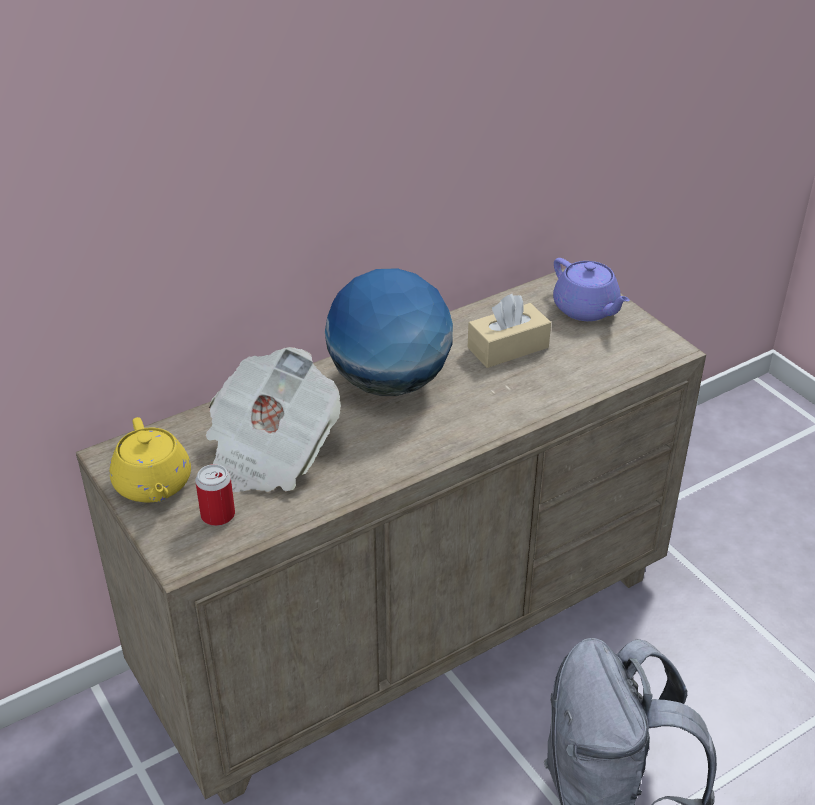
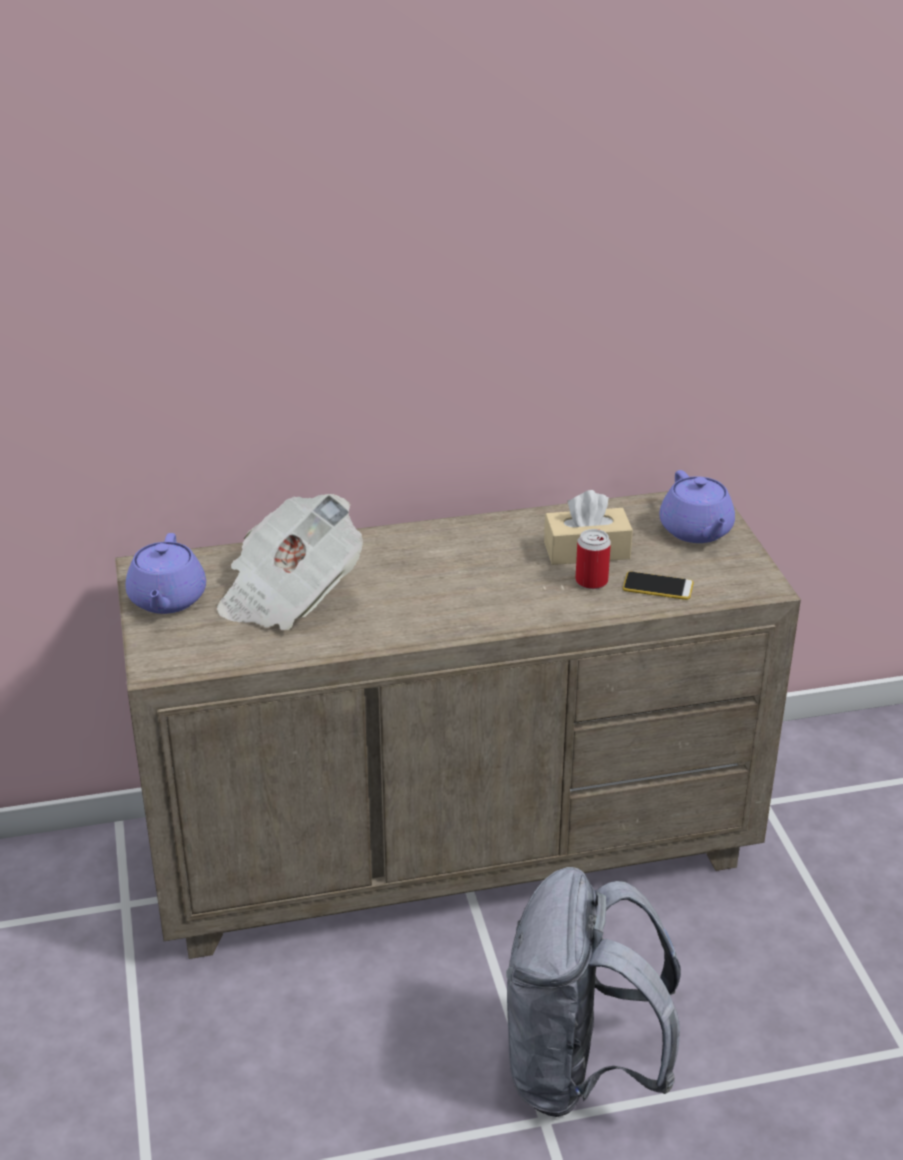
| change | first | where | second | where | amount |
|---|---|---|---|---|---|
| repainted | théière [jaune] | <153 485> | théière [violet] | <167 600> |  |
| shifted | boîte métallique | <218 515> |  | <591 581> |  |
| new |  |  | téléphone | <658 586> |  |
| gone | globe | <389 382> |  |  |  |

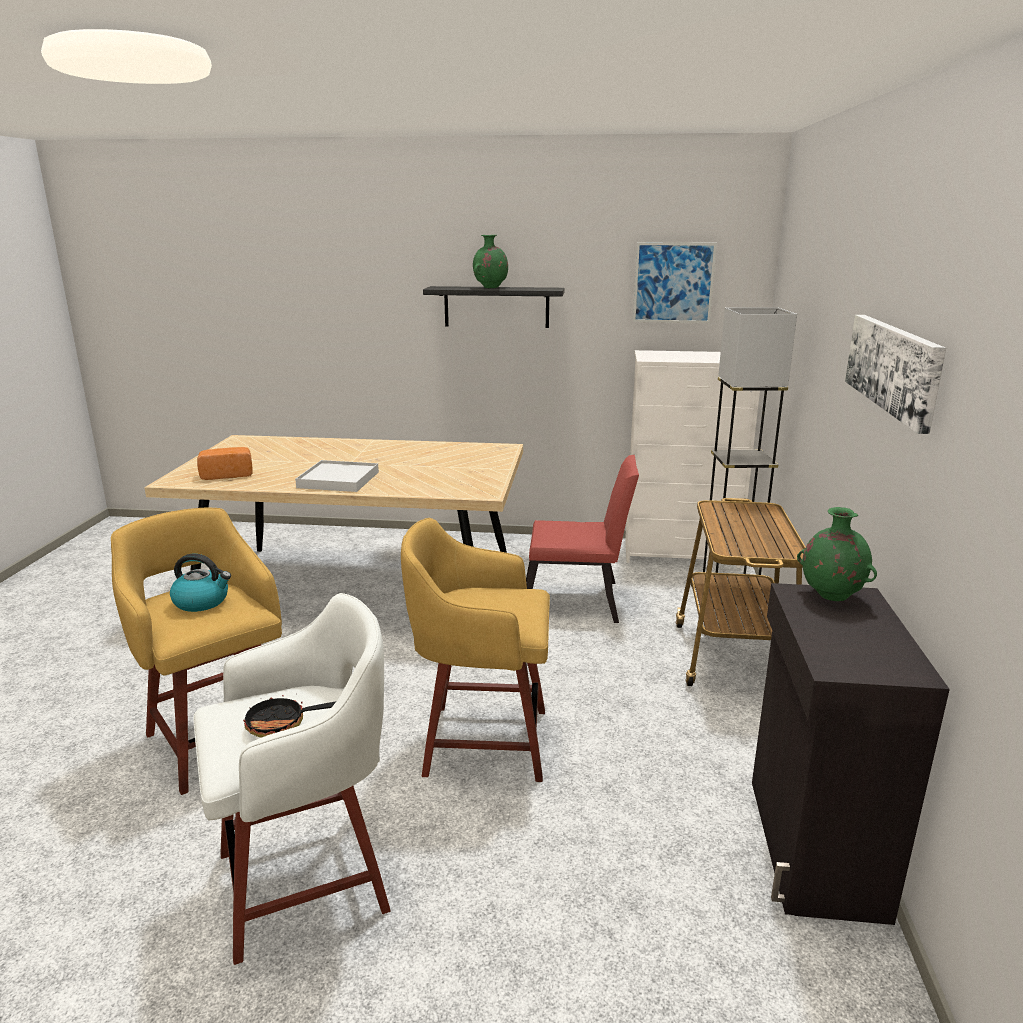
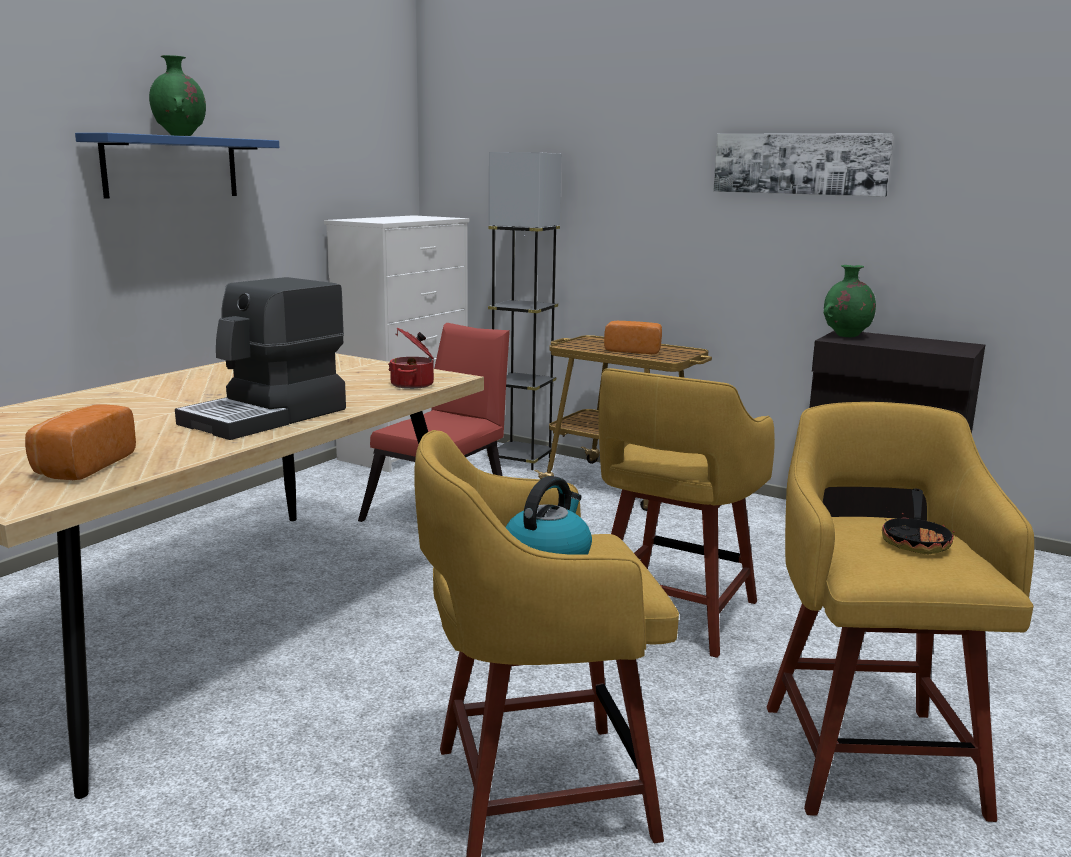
| change | first | where | second | where | amount |
|---|---|---|---|---|---|
| repainted | étagère [noir] | <496 307> | étagère [bleu] | <171 167> |  |
| swapped | plateau [blanc] | <338 480> | machine à café | <267 416> |  |
| new |  |  | marmite | <413 384> |  |
| new |  |  | pain | <633 350> |  |
| repainted | tabouret [blanc] | <309 880> | tabouret [jaune] | <869 754> |  |
| gone | tableau | <673 283> |  |  |  |

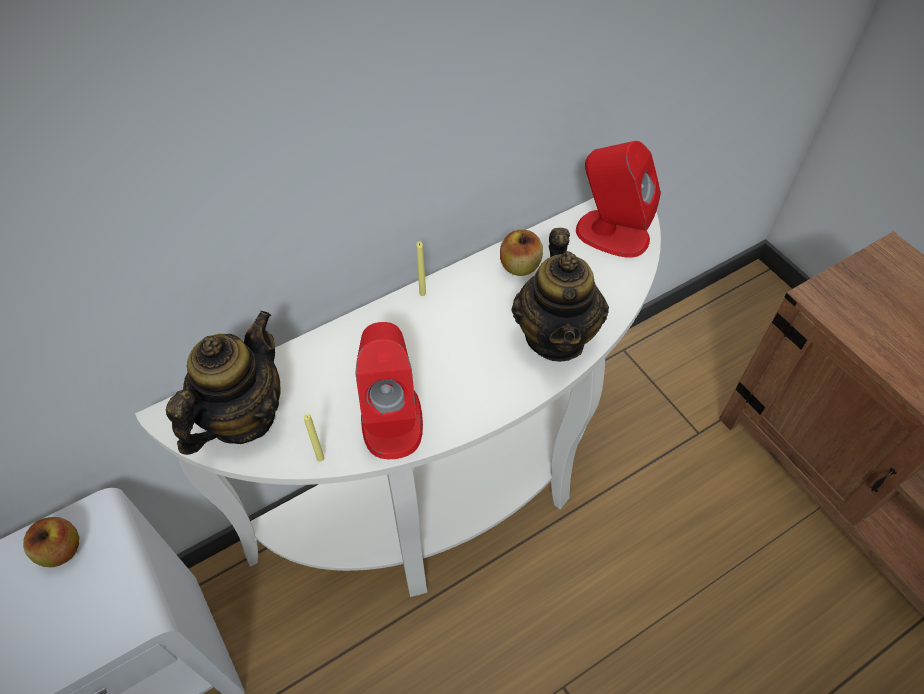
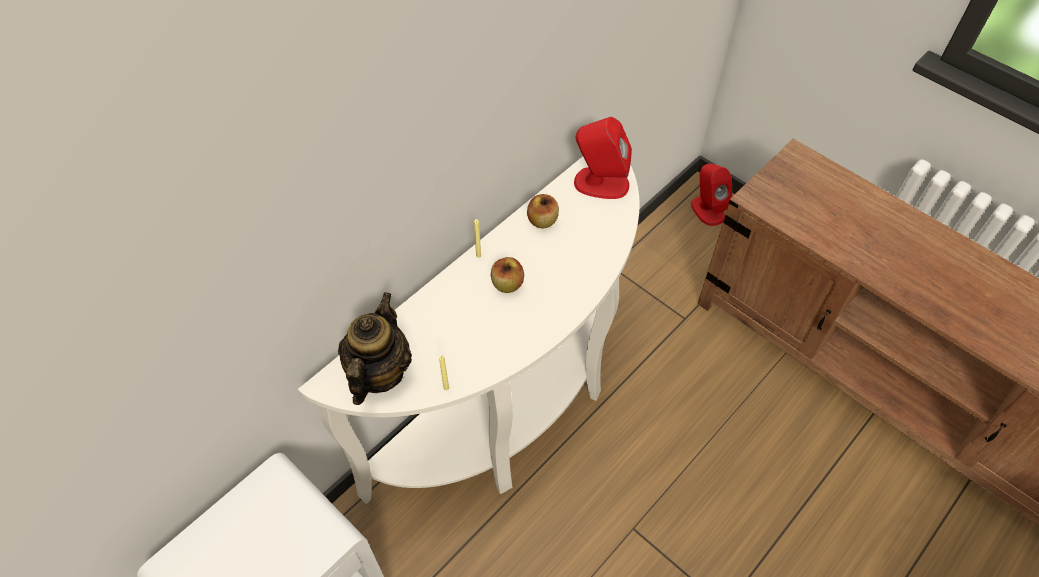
| change | first | where | second | where | amount |
|---|---|---|---|---|---|
| shifted | pomme | <61 550> |  | <507 284> |  |
| shifted | enceinte [rouge] | <391 418> |  | <707 210> |  |
| gone | théière | <556 336> |  |  |  |

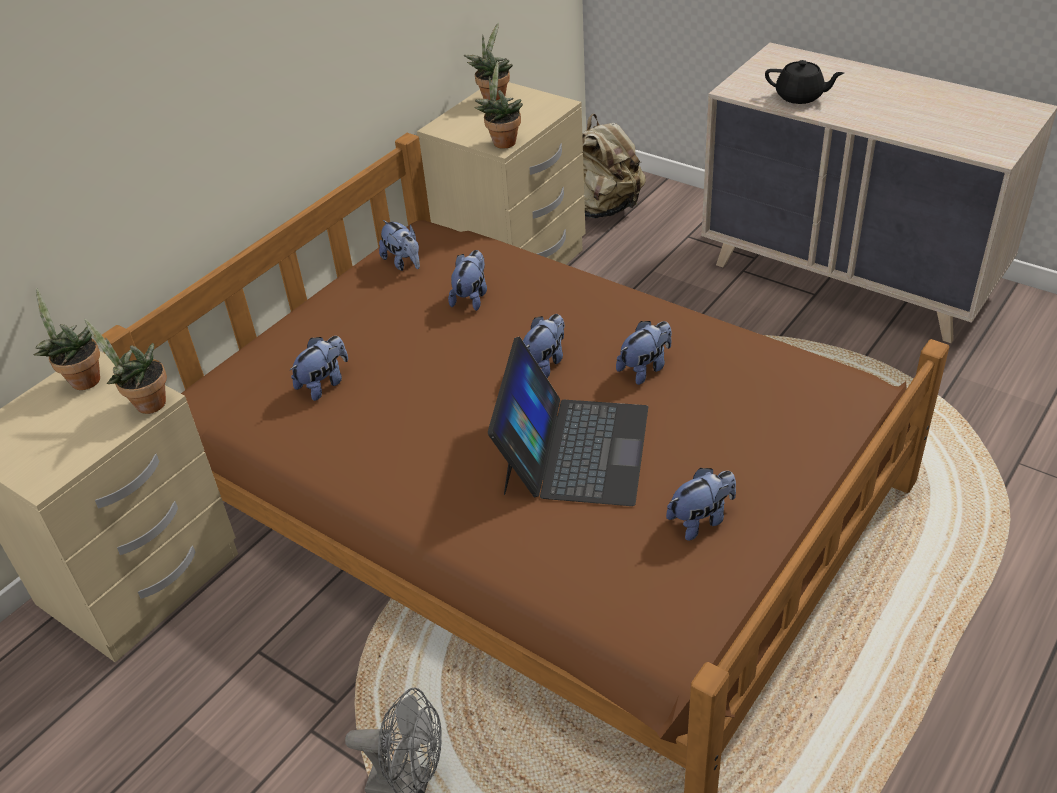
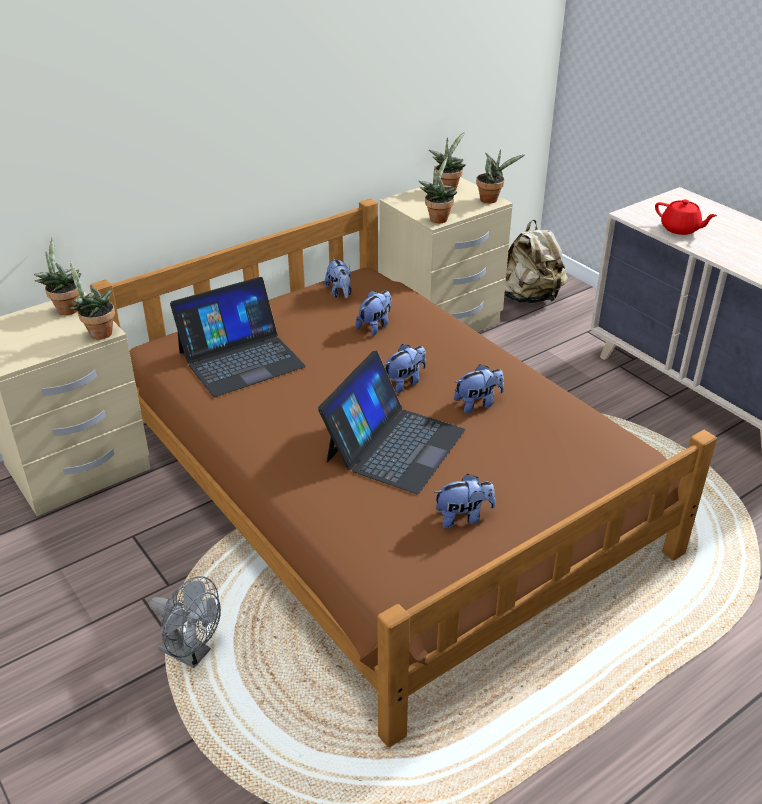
| change | first | where | second | where | amount |
|---|---|---|---|---|---|
| swapped | peluche | <324 384> | ordinateur portable | <241 359> |  |
| new |  |  | plante en pot | <491 199> |  |
| repainted | théière [noir] | <800 97> | théière [rouge] | <680 229> |  |

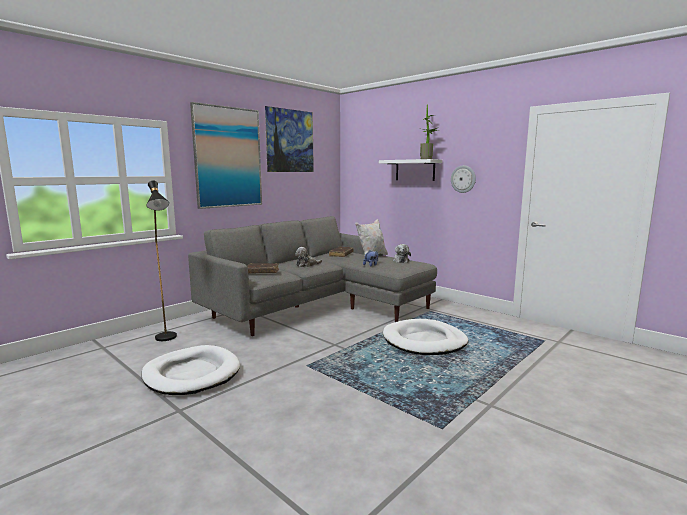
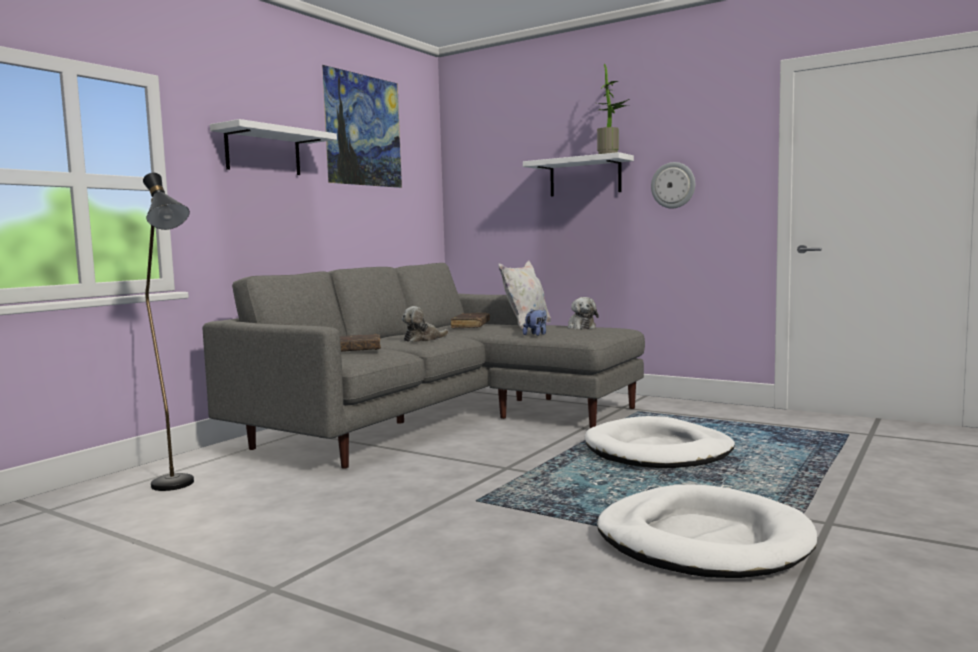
| change | first | where | second | where | amount |
|---|---|---|---|---|---|
| swapped | tableau | <228 157> | étagère [blanc] | <263 151> |  |
| shifted | panier pour chien [blanc] | <192 374> |  | <702 540> |  |

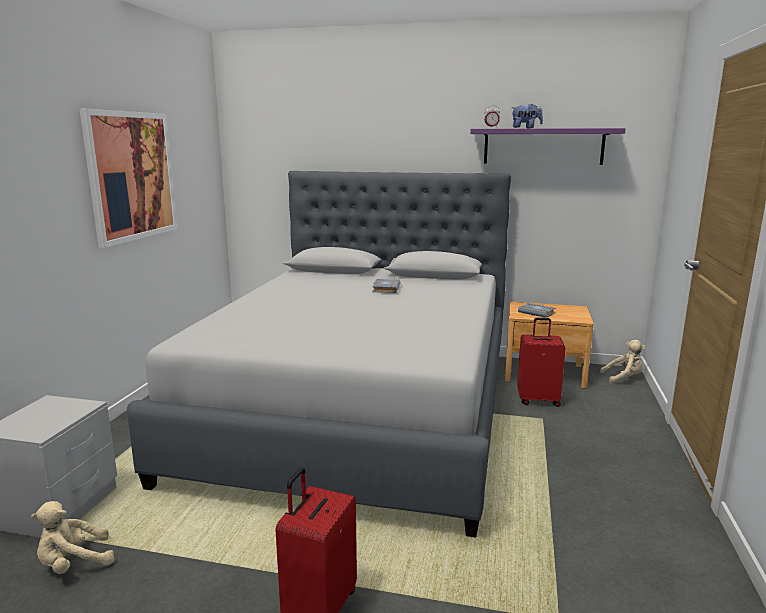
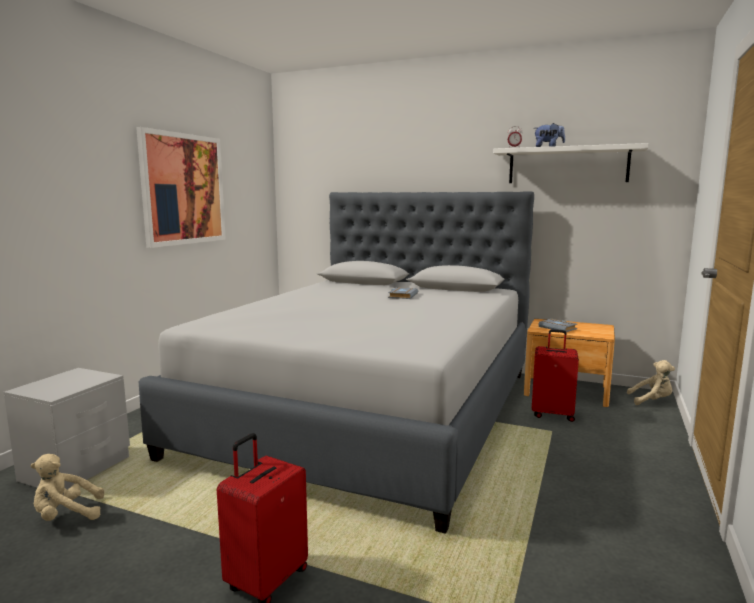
| change | first | where | second | where | amount |
|---|---|---|---|---|---|
| repainted | étagère [violet] | <543 146> | étagère [blanc] | <567 165> |  |

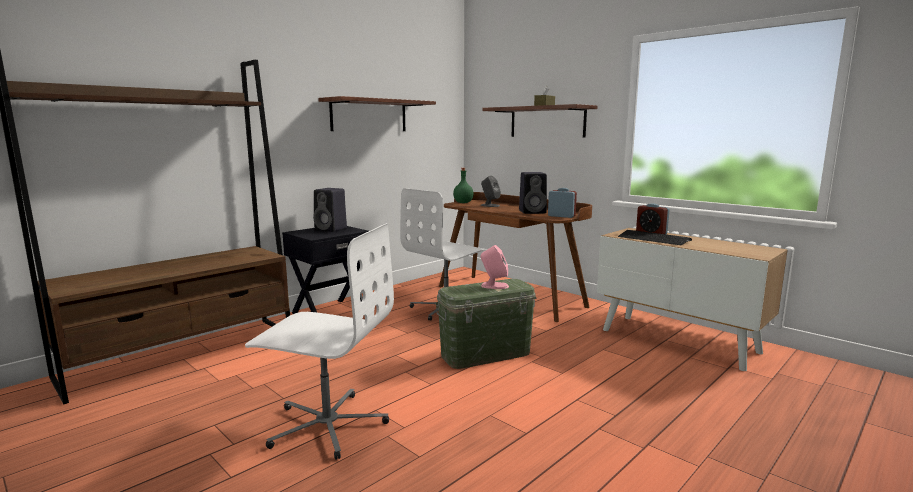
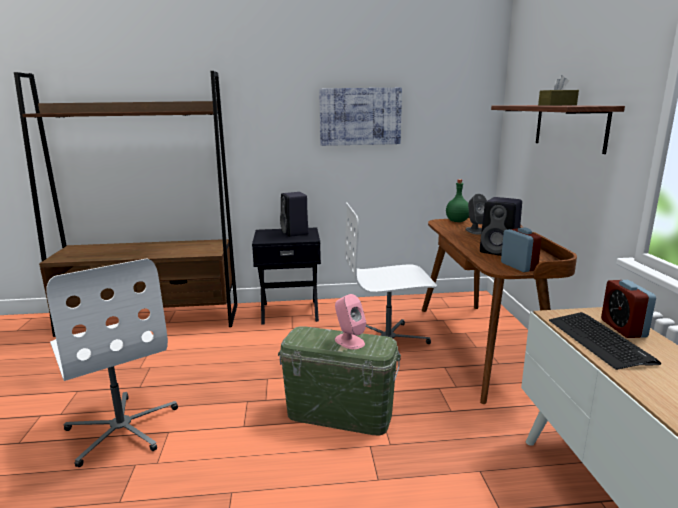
| change | first | where | second | where | amount |
|---|---|---|---|---|---|
| swapped | étagère | <369 115> | tableau | <360 116> |  |

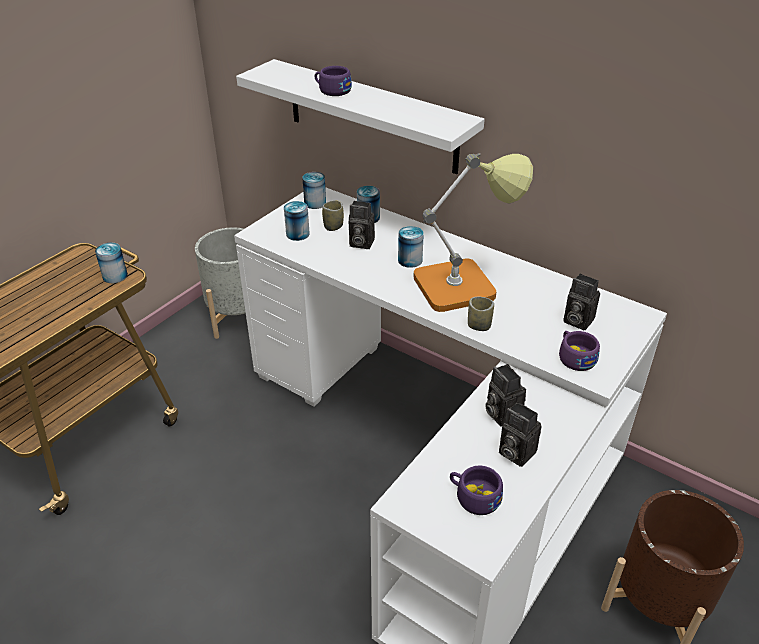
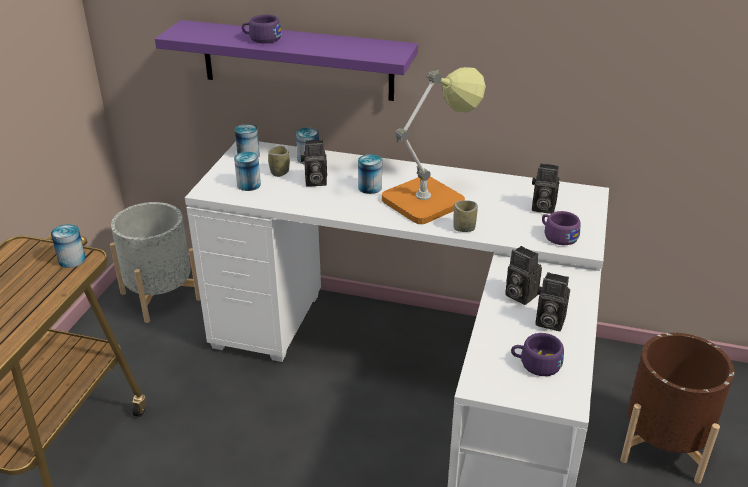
| change | first | where | second | where | amount |
|---|---|---|---|---|---|
| repainted | étagère [blanc] | <371 116> | étagère [violet] | <297 60> |  |

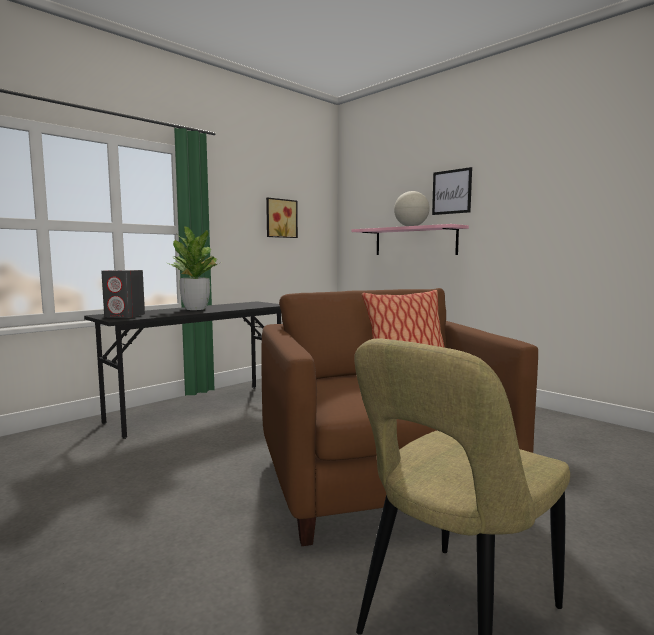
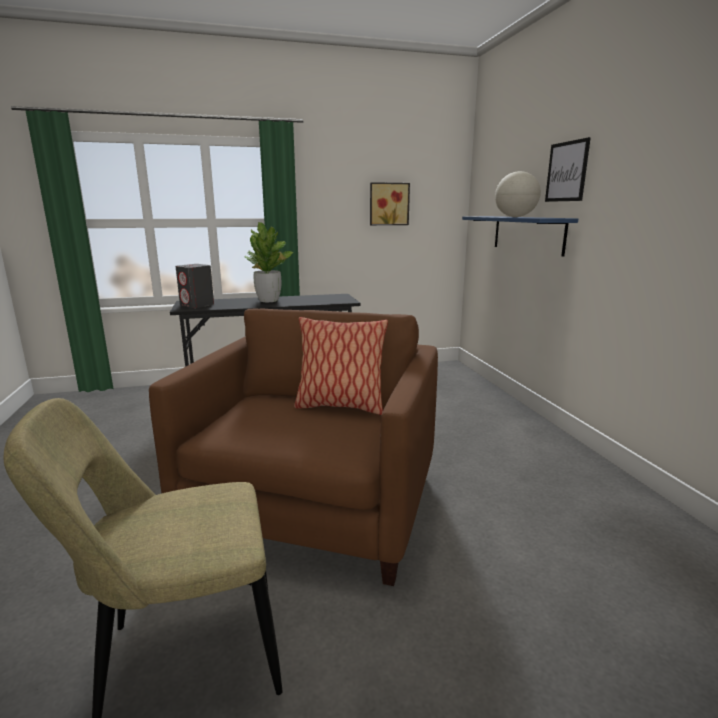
| change | first | where | second | where | amount |
|---|---|---|---|---|---|
| repainted | étagère [rose] | <414 241> | étagère [bleu] | <527 234> |  |

